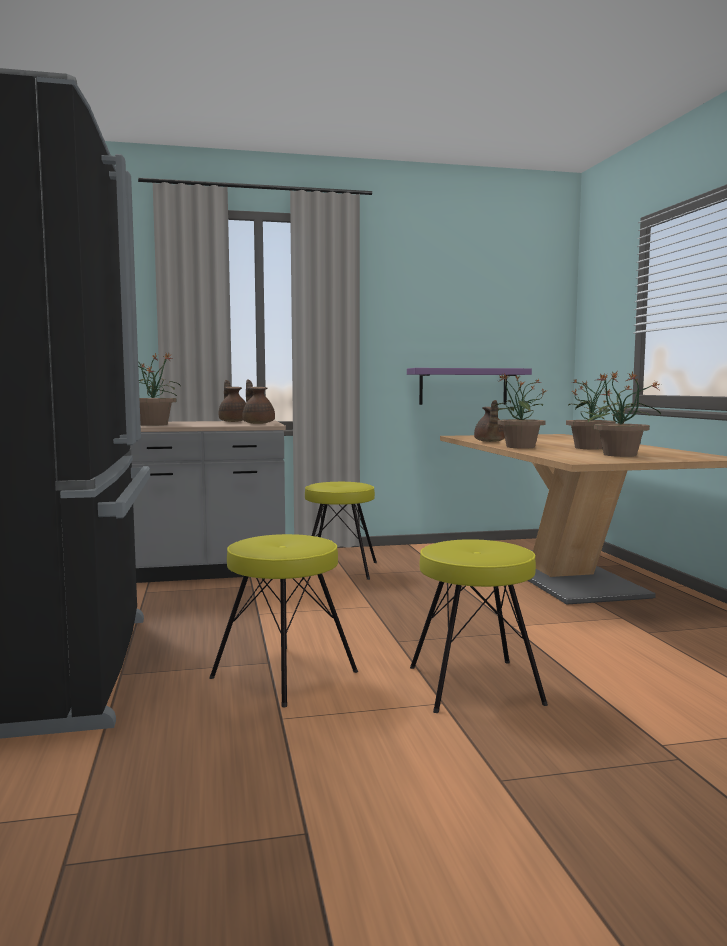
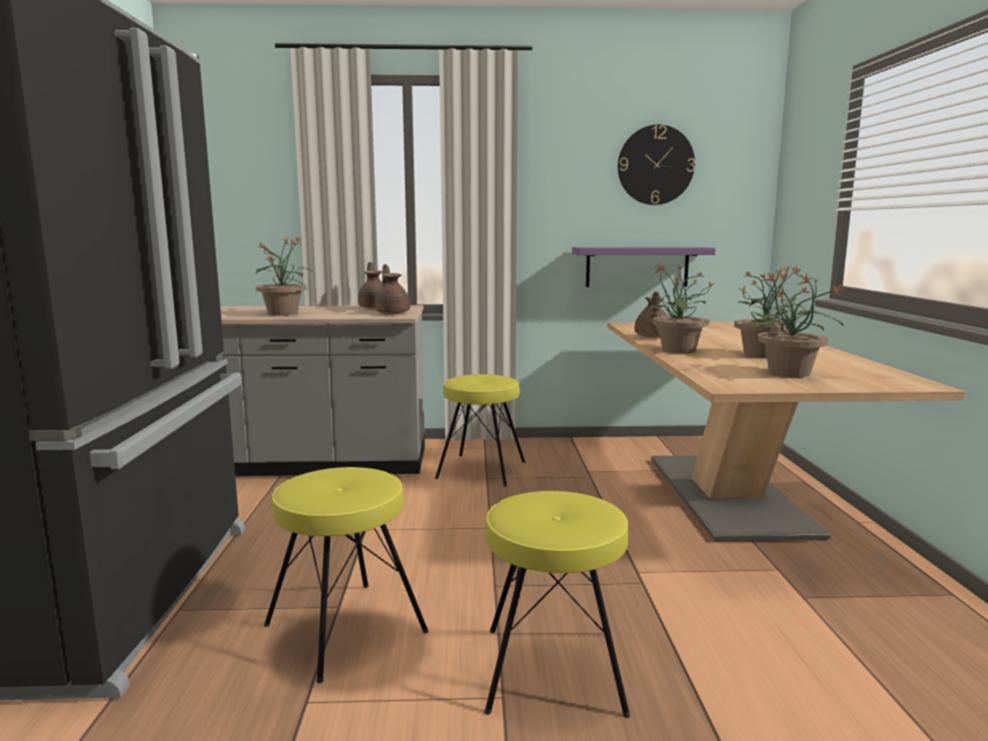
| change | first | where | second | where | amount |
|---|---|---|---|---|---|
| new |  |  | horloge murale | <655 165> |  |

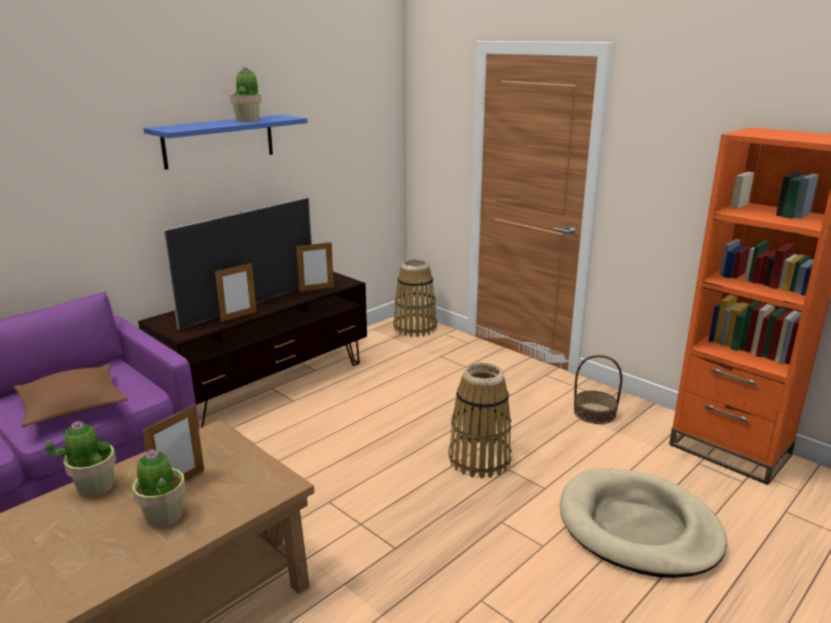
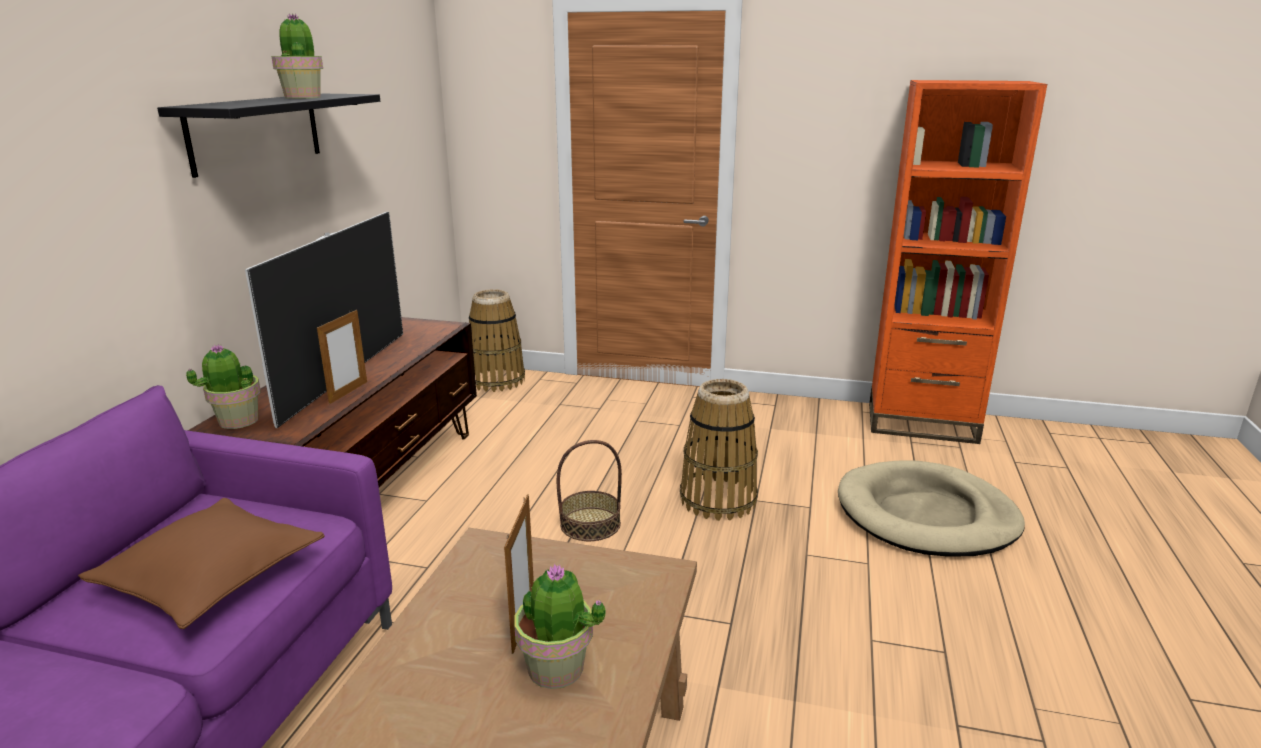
| change | first | where | second | where | amount |
|---|---|---|---|---|---|
| repainted | étagère [bleu] | <219 141> | étagère [noir] | <256 132> |  |
| shifted | plante en pot | <95 487> |  | <237 421> |  |
| shifted | panier | <594 413> |  | <590 524> |  |
| gone | cadre photo | <316 289> |  |  |  |

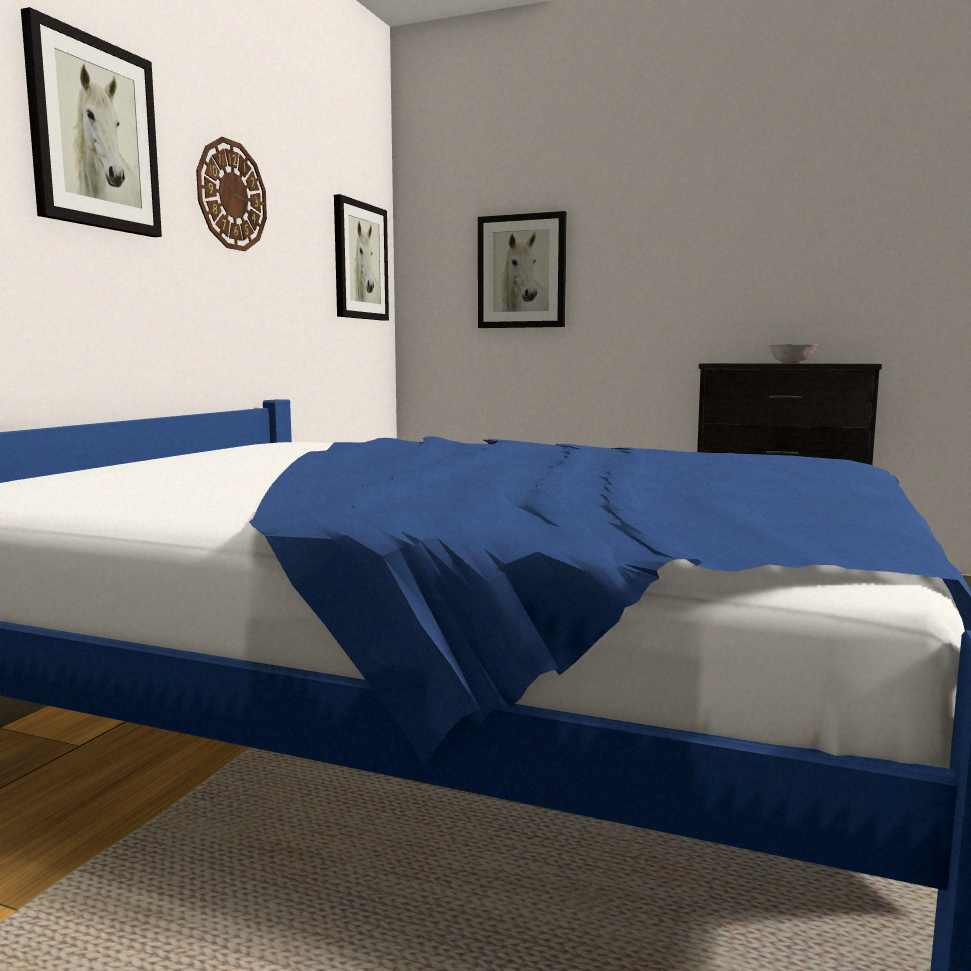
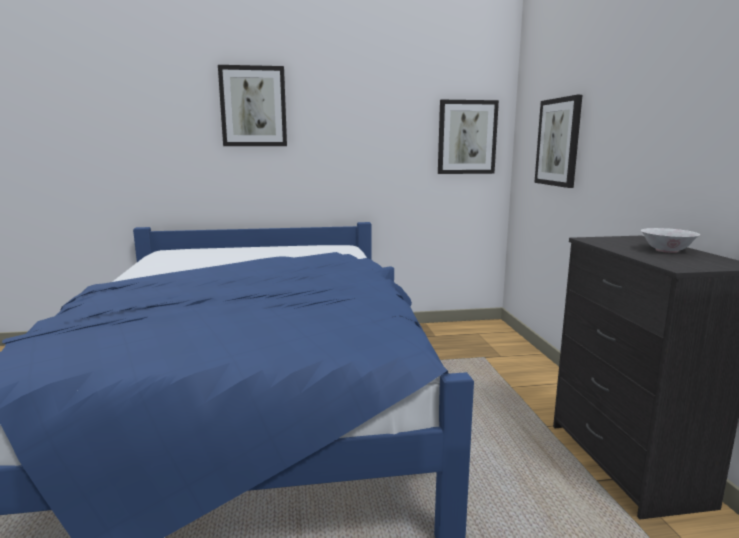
| change | first | where | second | where | amount |
|---|---|---|---|---|---|
| gone | horloge murale | <231 195> |  |  |  |

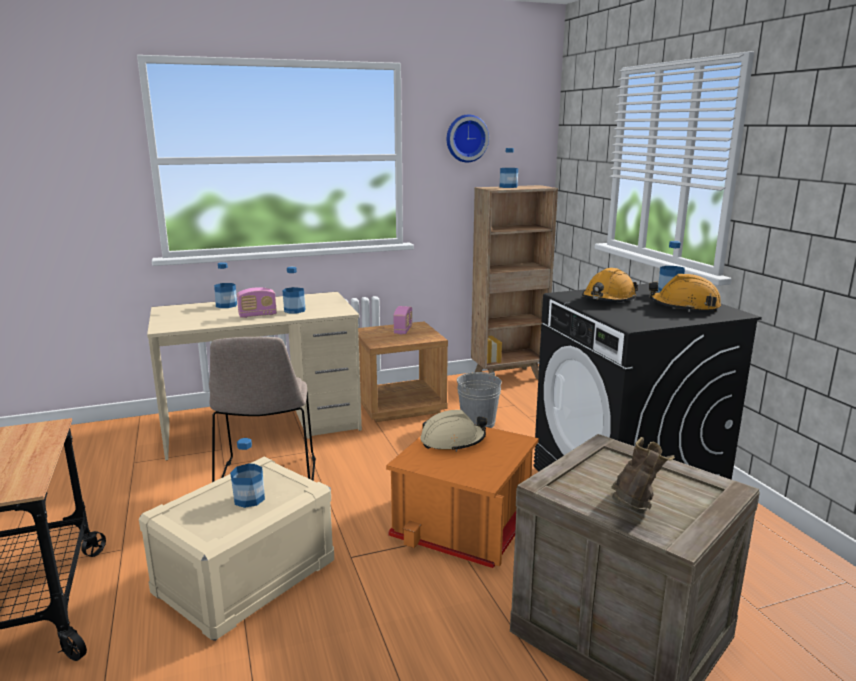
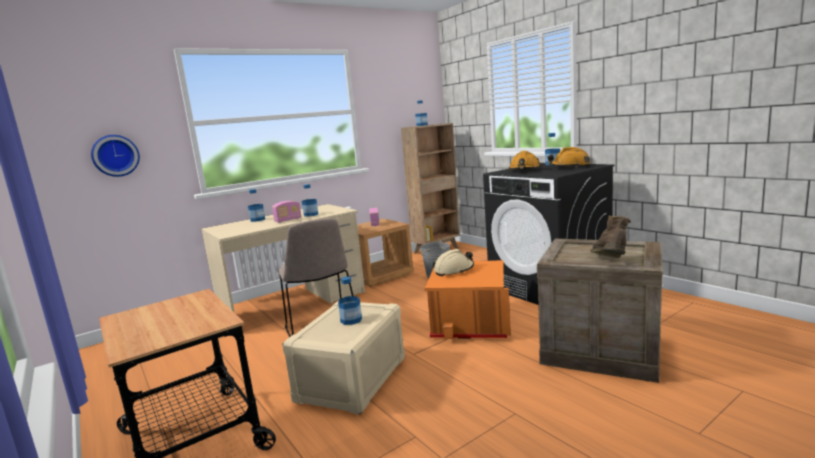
| change | first | where | second | where | amount |
|---|---|---|---|---|---|
| shifted | horloge murale | <466 138> |  | <115 155> |  |

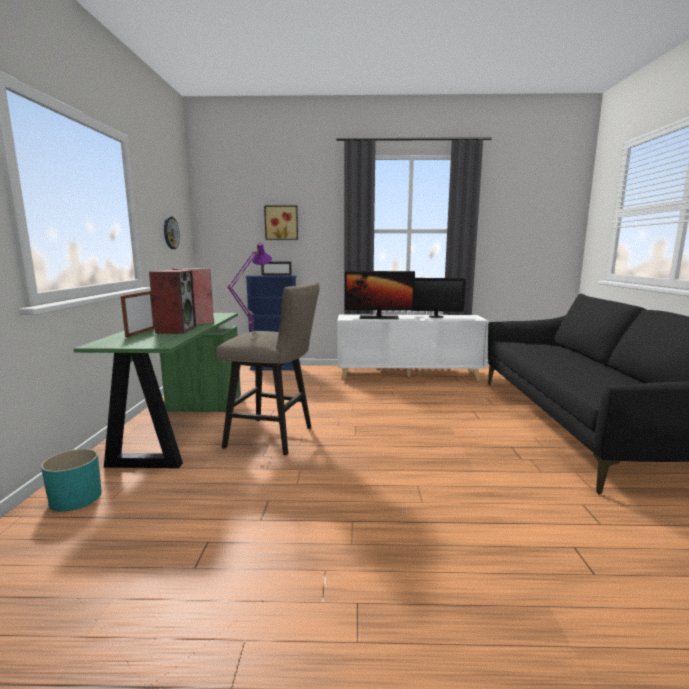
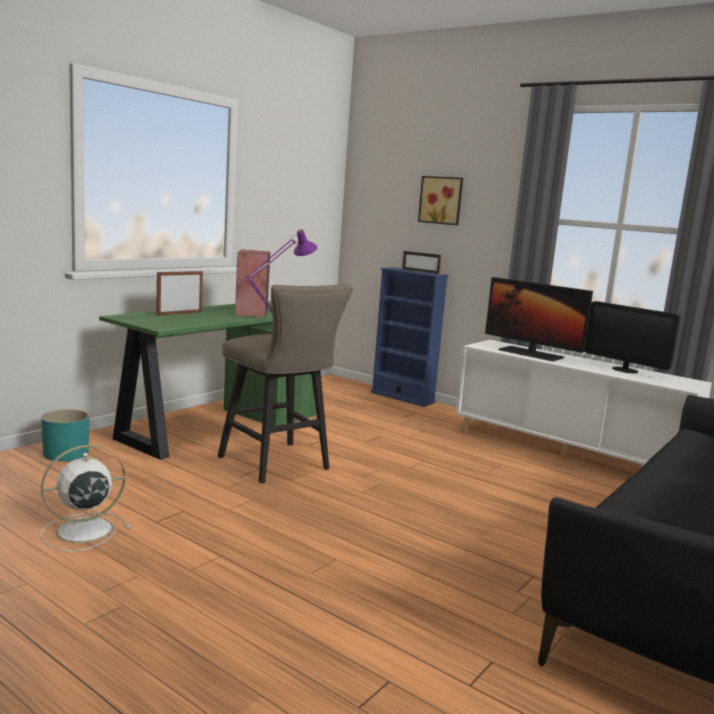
| change | first | where | second | where | amount |
|---|---|---|---|---|---|
| new |  |  | ventilateur [blanc] | <82 531> |  |
| gone | enceinte | <176 330> |  |  |  |
| gone | horloge murale | <170 232> |  |  |  |

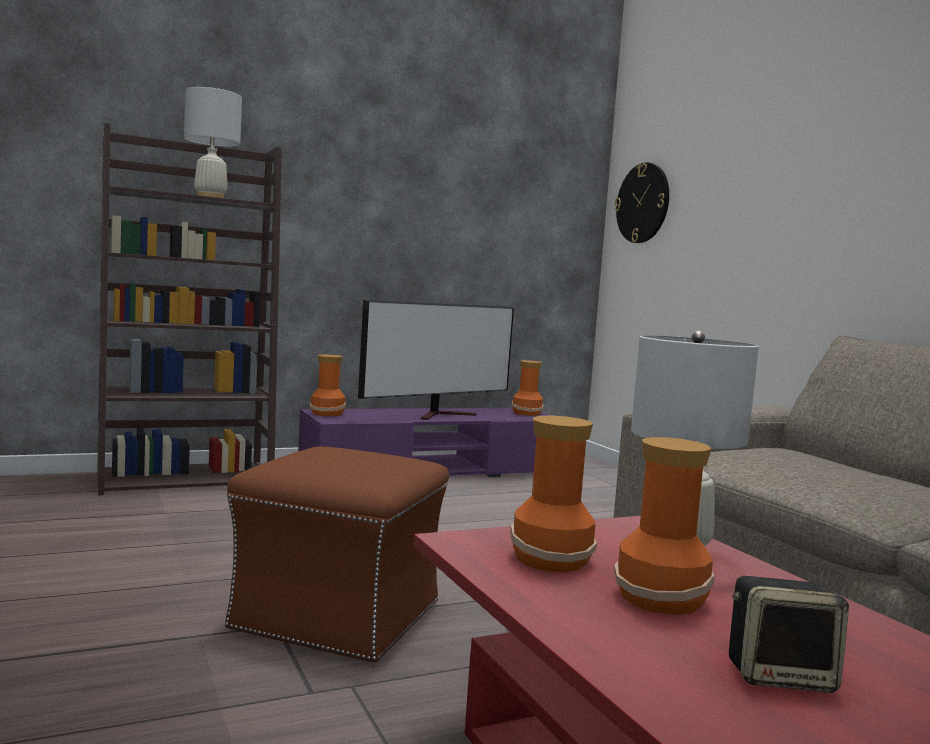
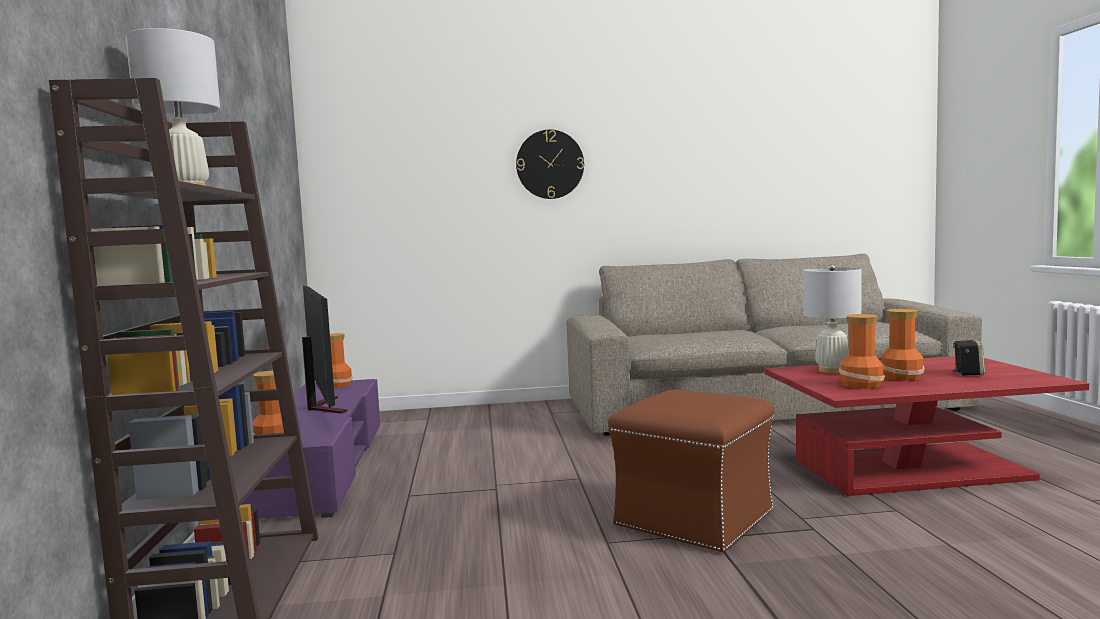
| change | first | where | second | where | amount |
|---|---|---|---|---|---|
| shifted | horloge murale | <643 203> |  | <550 164> |  |

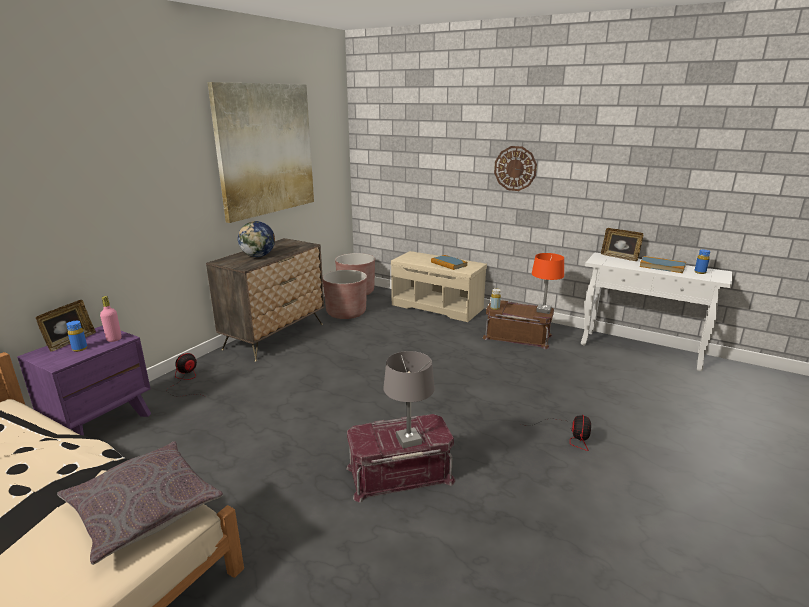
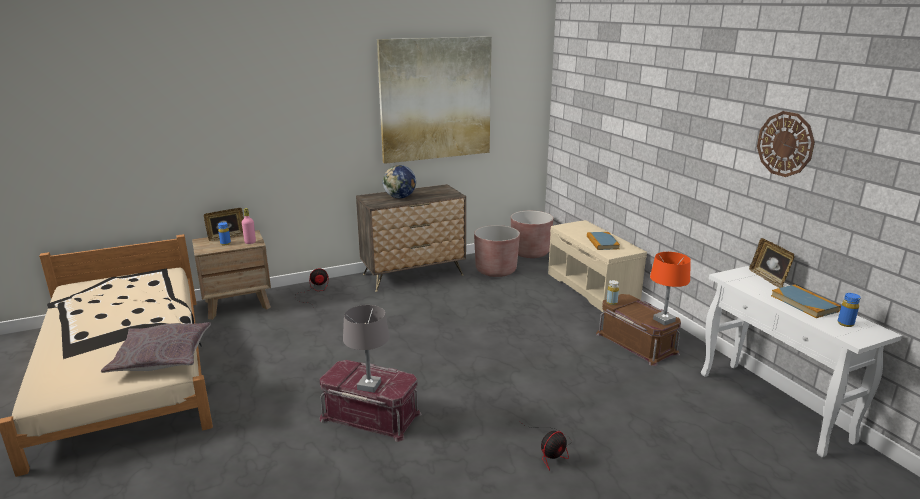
| change | first | where | second | where | amount |
|---|---|---|---|---|---|
| repainted | table de chevet [violet] | <101 423> | table de chevet [marron] | <238 304> |  |
| shifted | horloge murale | <515 168> |  | <785 144> |  |

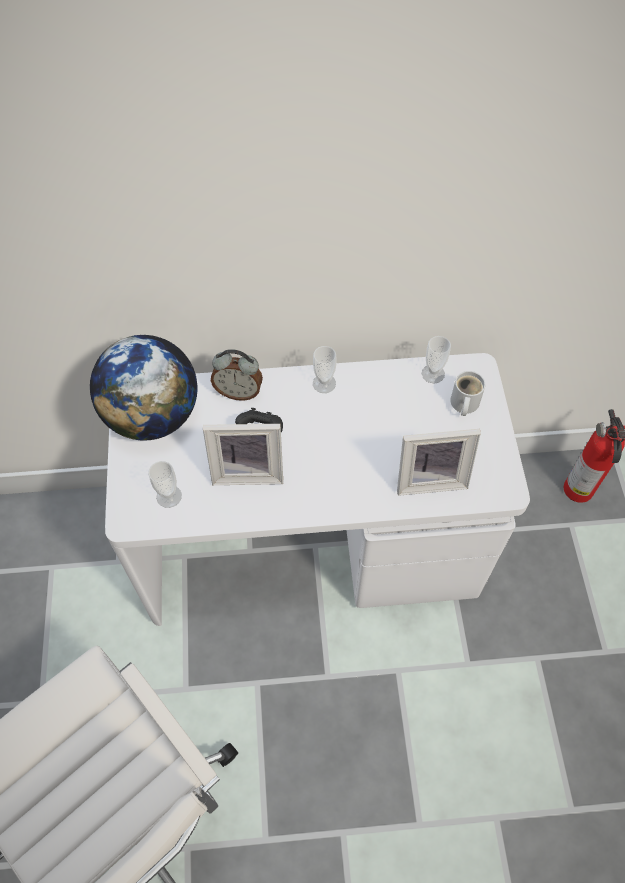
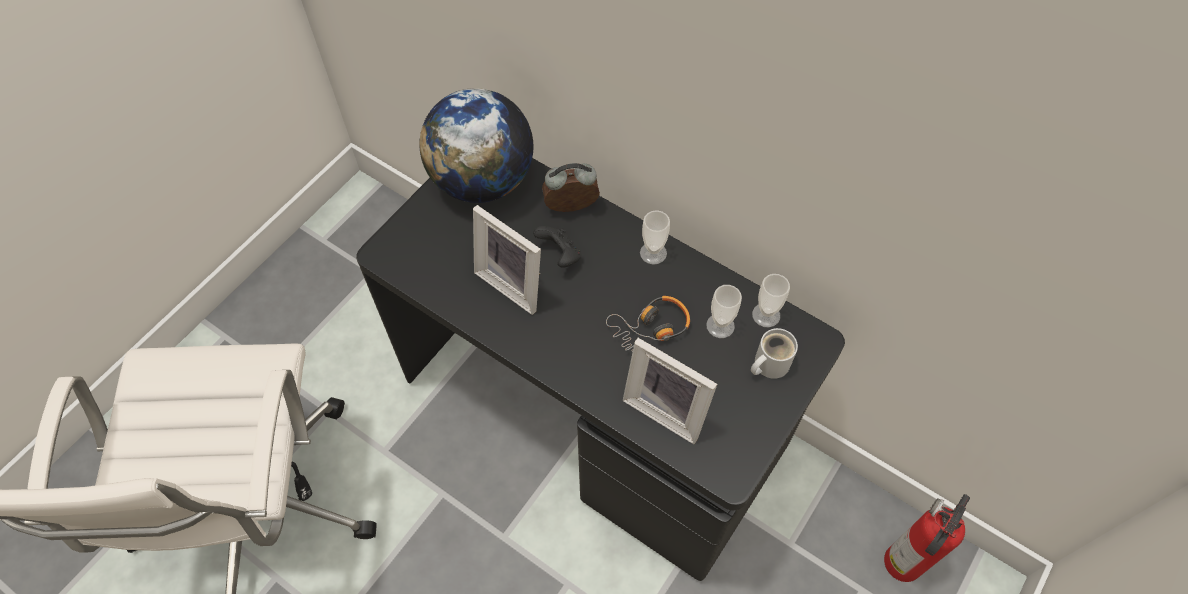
| change | first | where | second | where | amount |
|---|---|---|---|---|---|
| repainted | bureau [blanc] | <313 542> | bureau [noir] | <595 411> |  |
| rotated | réveil | <239 392> |  | <571 209> | 120 degrees clockwise |
| new |  |  | casque audio | <651 330> |  |
| shifted | tasse | <169 496> |  | <720 325> |  |

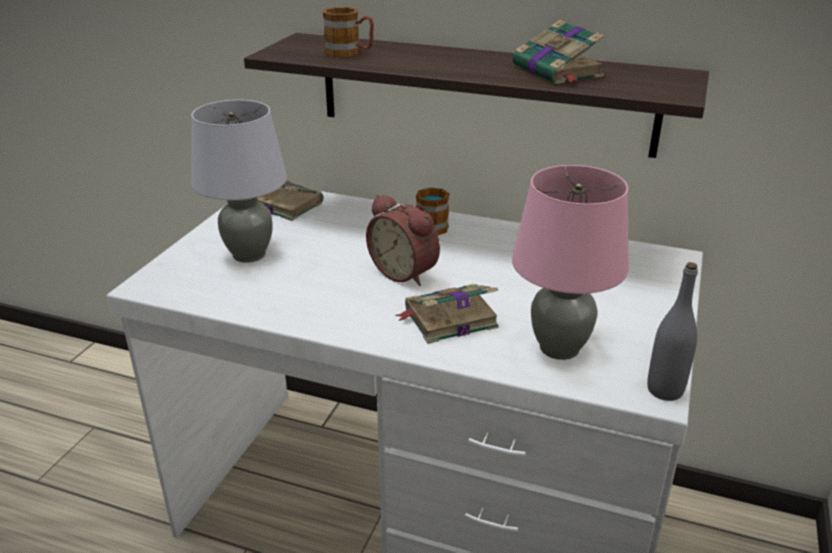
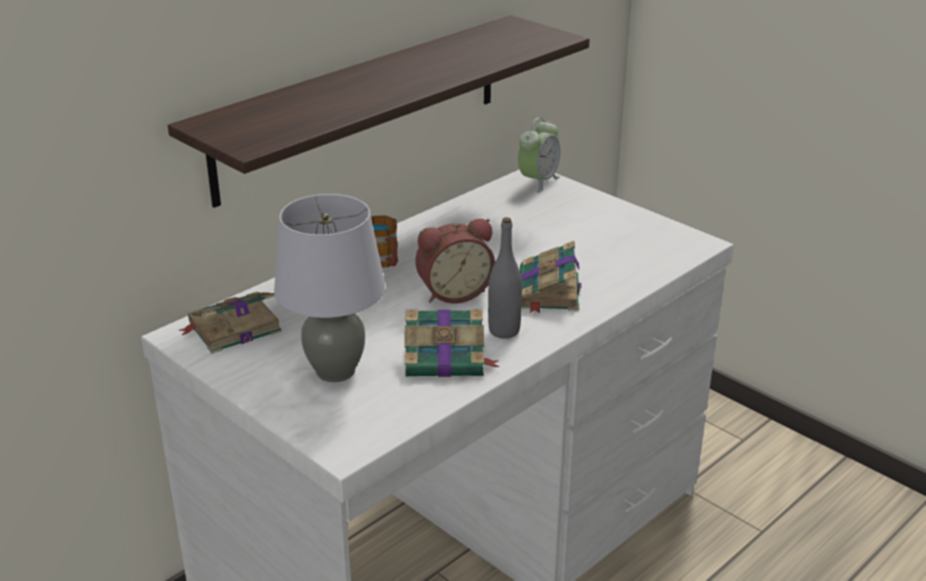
| change | first | where | second | where | amount |
|---|---|---|---|---|---|
| shifted | livre | <558 71> |  | <447 359> |  |
| shifted | bouteille [gris] | <665 390> |  | <504 331> |  |
| new |  |  | réveil | <538 181> |  |
| gone | mug | <349 53> |  |  |  |
| gone | lampe de table [rose] | <559 348> |  |  |  |

